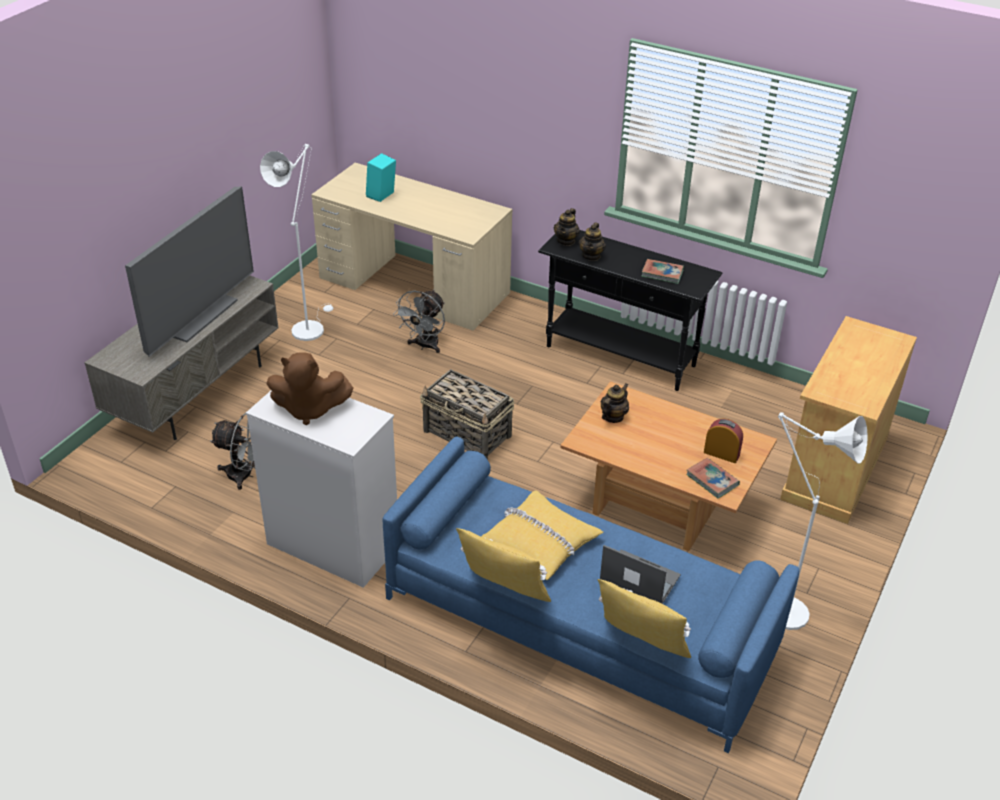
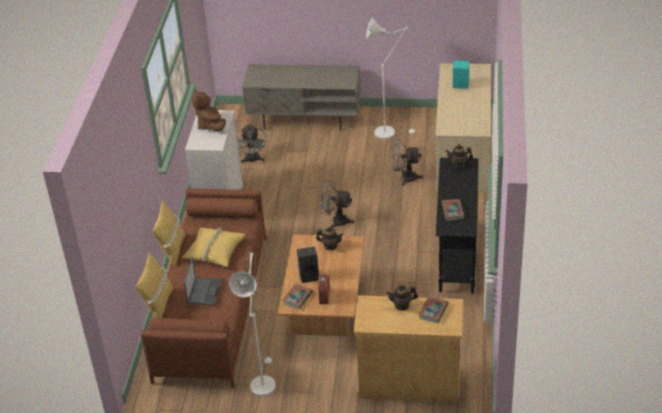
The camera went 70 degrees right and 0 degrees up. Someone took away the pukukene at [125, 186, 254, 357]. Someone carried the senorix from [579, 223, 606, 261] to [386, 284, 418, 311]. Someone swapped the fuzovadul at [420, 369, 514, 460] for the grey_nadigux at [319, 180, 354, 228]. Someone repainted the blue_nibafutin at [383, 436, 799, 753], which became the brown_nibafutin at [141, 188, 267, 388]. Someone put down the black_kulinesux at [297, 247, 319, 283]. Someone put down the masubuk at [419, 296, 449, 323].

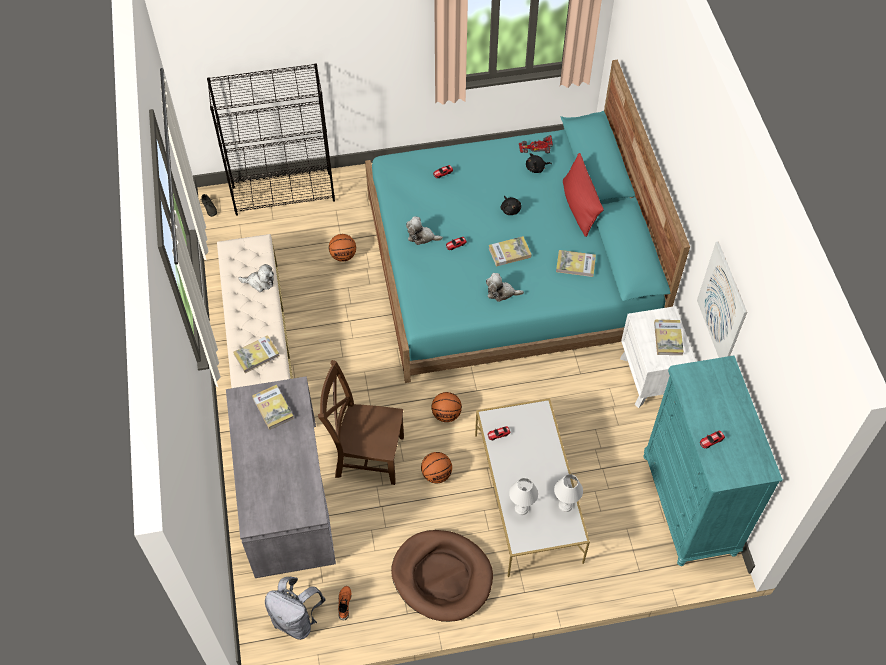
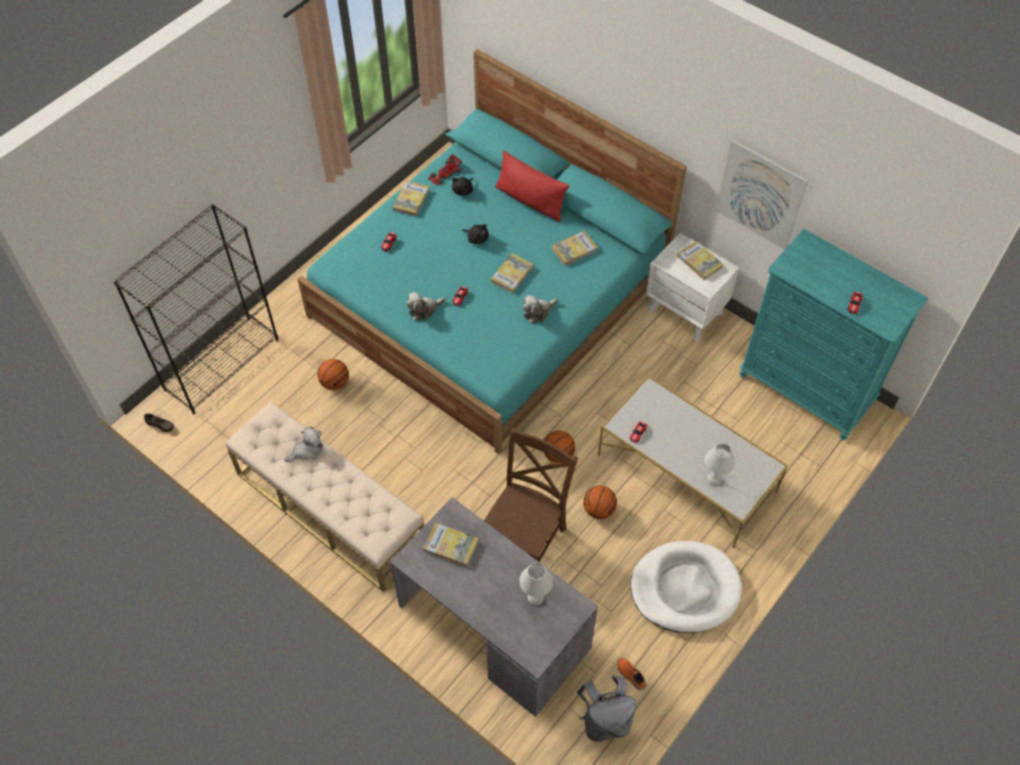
The camera went 40 degrees left and 0 degrees up. Someone carried the masubuk from [233, 335, 279, 373] to [393, 181, 429, 216]. Someone rotated the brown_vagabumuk at [318, 360, 404, 485] by 150 degrees clockwise. Someone carried the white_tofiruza from [554, 474, 583, 512] to [519, 563, 553, 605]. Someone repainted the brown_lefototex at [391, 530, 493, 622], which became the white_lefototex at [630, 541, 742, 633].

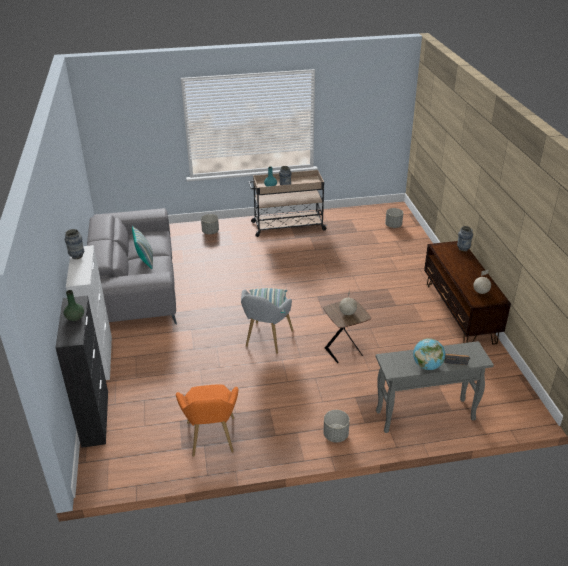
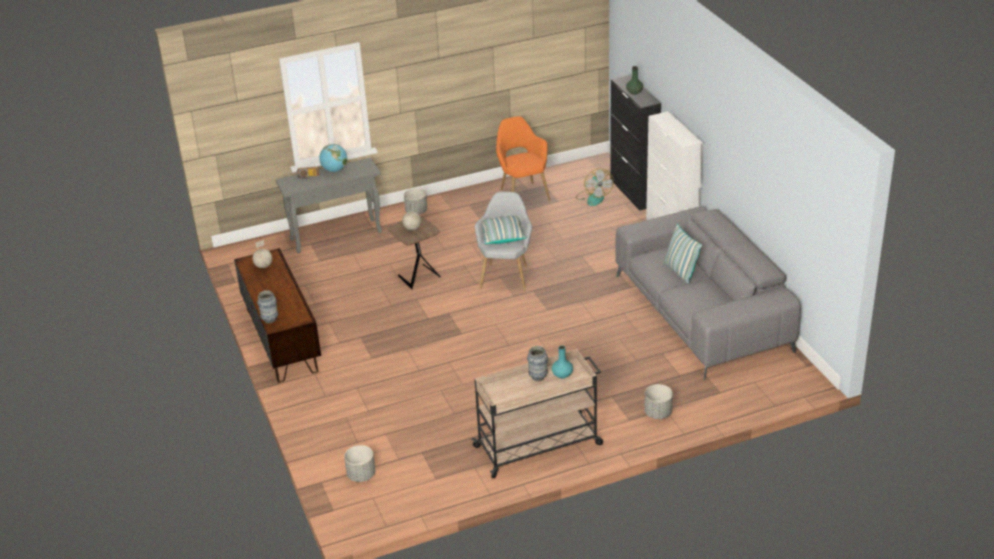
The camera went 170 degrees right and 0 degrees up. Someone took away the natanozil at [65, 229, 84, 259]. Someone put down the nadigux at [576, 169, 614, 206].

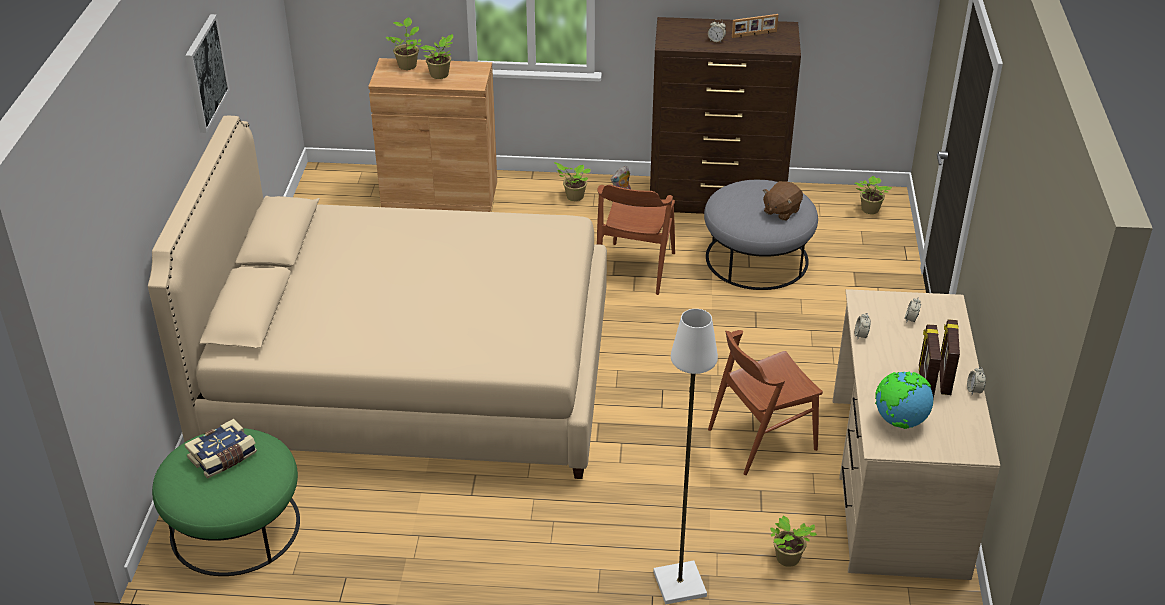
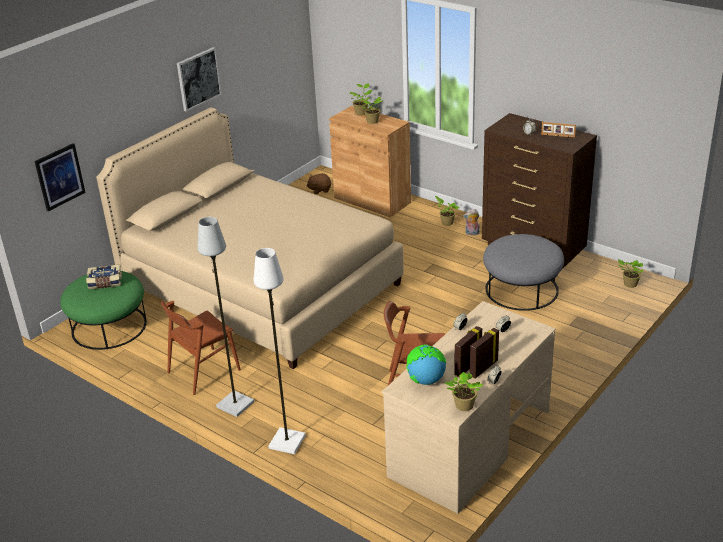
The camera went 35 degrees right and 5 degrees down. Someone carried the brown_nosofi from [763, 181, 803, 221] to [306, 173, 331, 194]. Someone carried the brown_vagabumuk from [597, 185, 675, 295] to [160, 301, 241, 395]. Someone carried the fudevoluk from [770, 516, 817, 567] to [445, 372, 483, 411]. Someone put up the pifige at [34, 143, 86, 212]. Someone put down the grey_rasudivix at [198, 217, 254, 417].

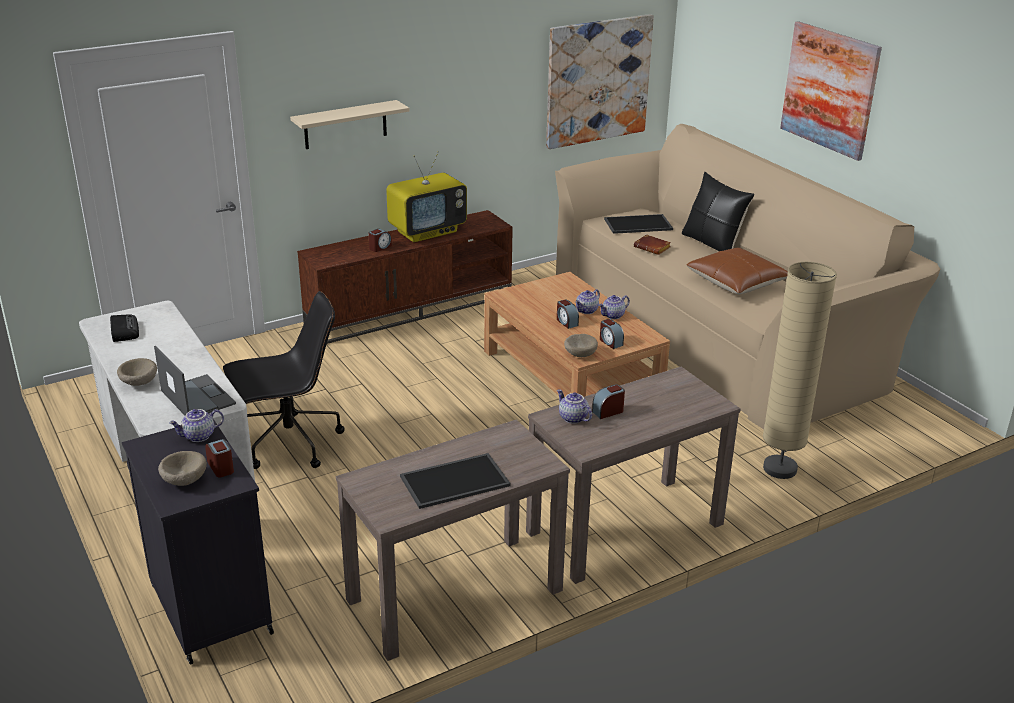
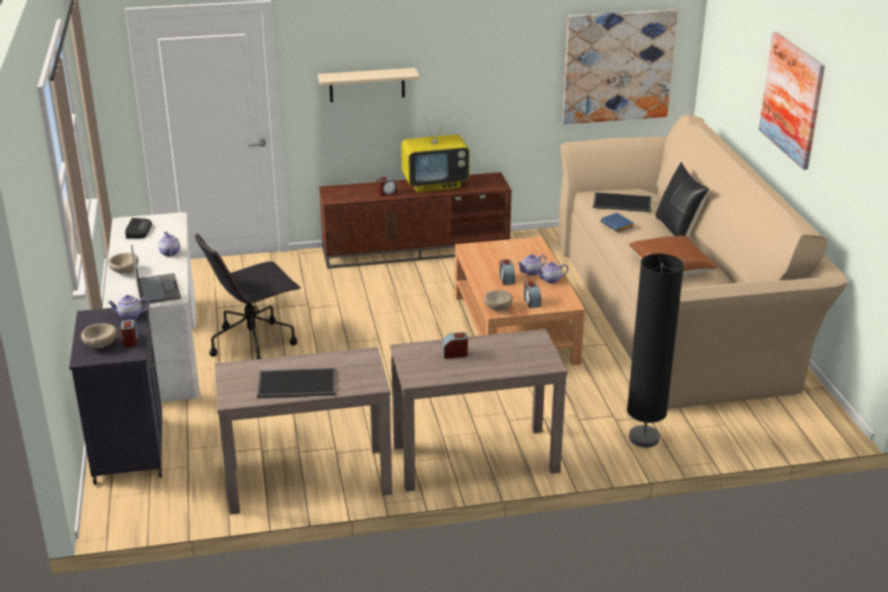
The camera went 20 degrees right and 0 degrees up. Someone repainted the brown_masubuk at [634, 235, 671, 255], which became the blue_masubuk at [601, 213, 634, 233]. Someone repainted the beige_rasudivix at [763, 262, 837, 479], which became the black_rasudivix at [627, 253, 684, 448]. Someone rotated the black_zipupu at [223, 291, 345, 469] by 150 degrees clockwise. Someone carried the senorix from [557, 389, 592, 424] to [158, 232, 180, 256].

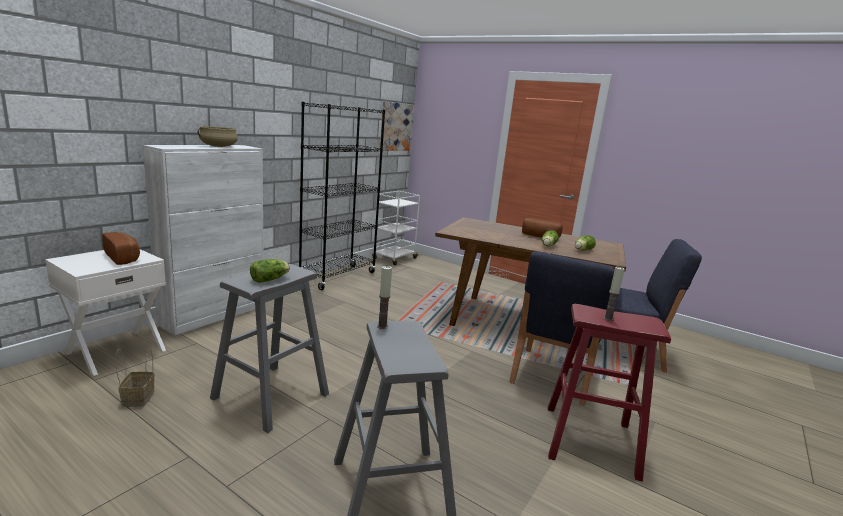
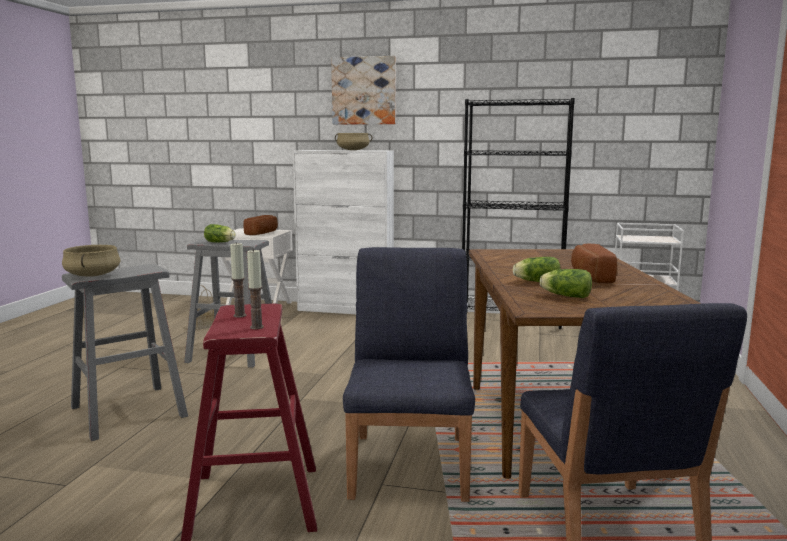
The camera went 70 degrees right and 5 degrees down. Someone carried the pifige from [380, 101, 413, 151] to [331, 56, 396, 125]. Someone rotated the blue_vagabumuk at [509, 251, 614, 405] by 90 degrees clockwise. Someone carried the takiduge from [377, 266, 392, 329] to [247, 249, 264, 329]. Someone put down the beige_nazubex at [62, 245, 121, 277].

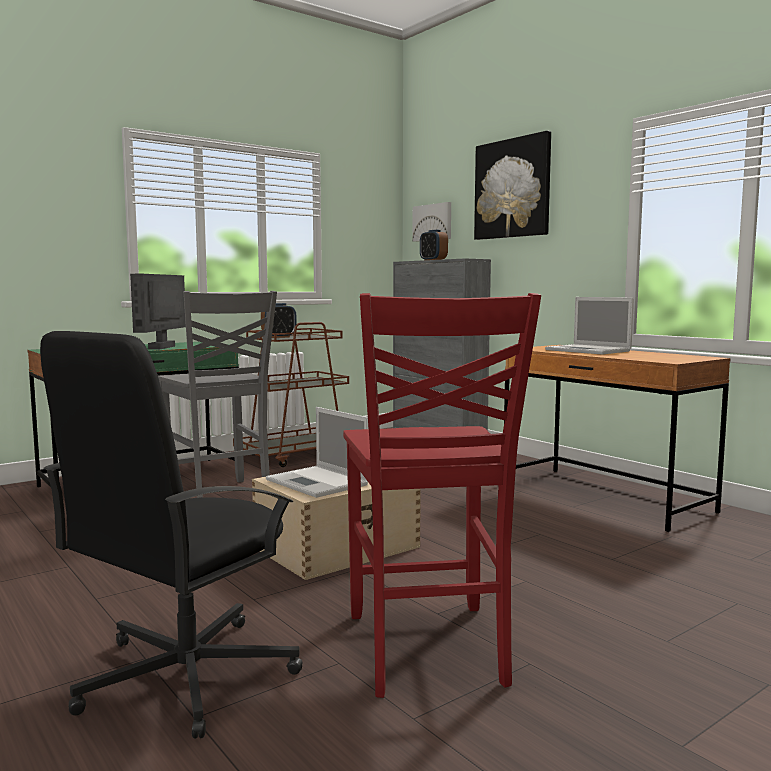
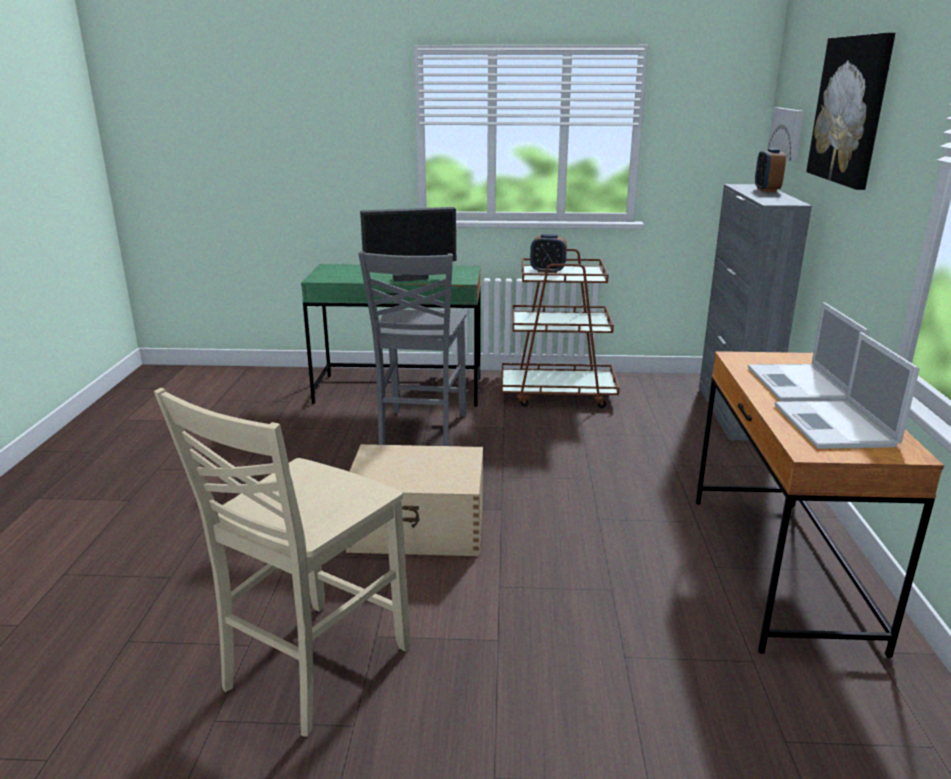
The camera went 40 degrees right and 15 degrees up. Someone rotated the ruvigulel at [130, 274, 186, 349] by 150 degrees counterclockwise. Someone repainted the red_vagabumuk at [343, 293, 541, 698], which became the beige_vagabumuk at [154, 388, 411, 737]. Someone took away the black_zipupu at [40, 331, 303, 739]. Someone carried the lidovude from [266, 407, 369, 498] to [774, 332, 920, 449].

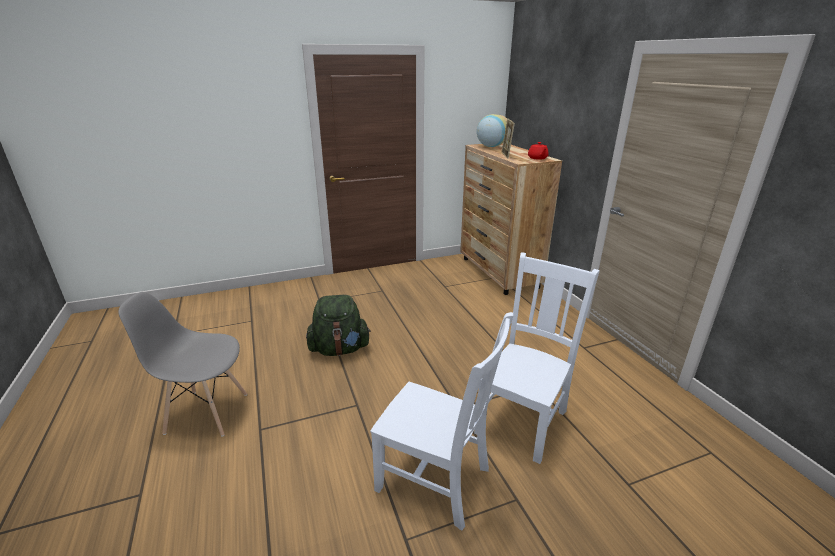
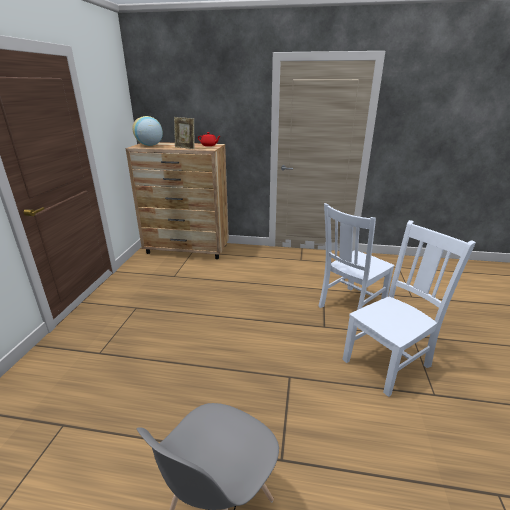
The camera went 60 degrees left and 0 degrees up. Someone rotated the white_vagabumuk at [474, 252, 600, 464] by 105 degrees counterclockwise. Someone took away the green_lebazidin at [306, 295, 371, 356].

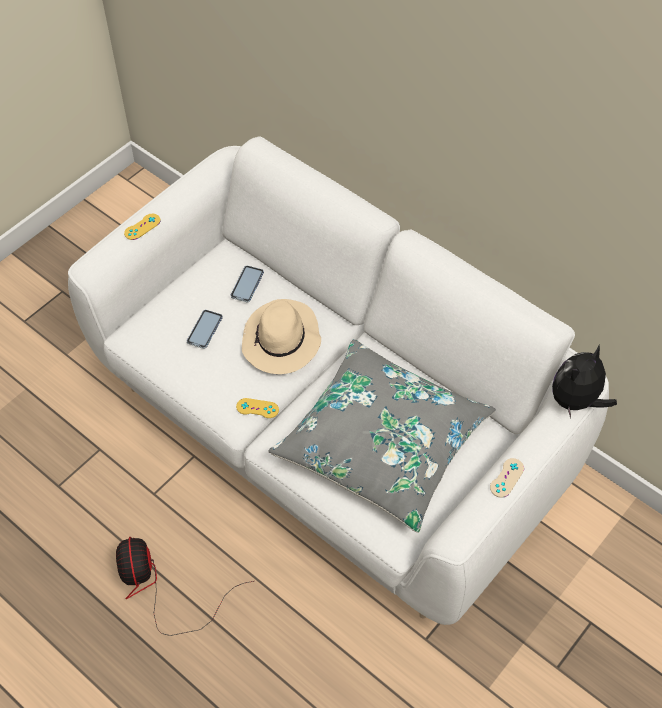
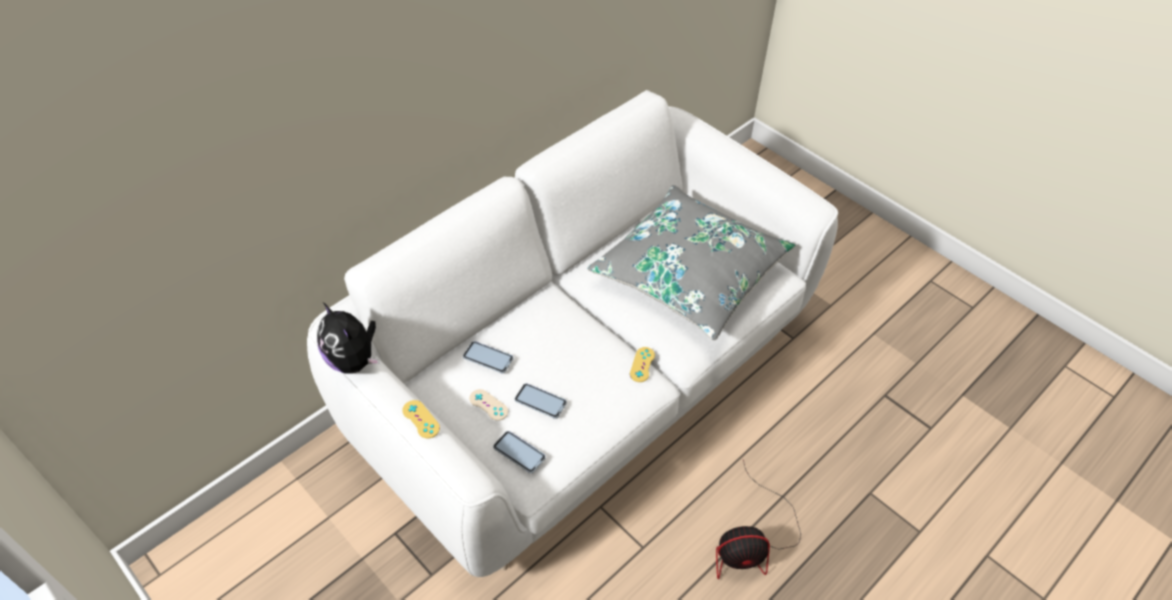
The camera went 85 degrees left and 5 degrees down. Someone took away the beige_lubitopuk at [242, 299, 321, 374]. Someone carried the nosofi from [552, 345, 617, 419] to [317, 302, 380, 374]. Someone carried the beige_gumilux from [490, 458, 524, 498] to [469, 389, 508, 421]. Someone put down the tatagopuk at [493, 431, 546, 473].

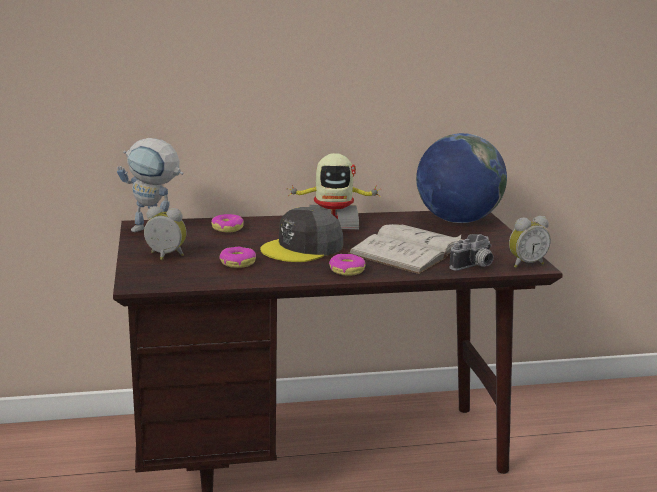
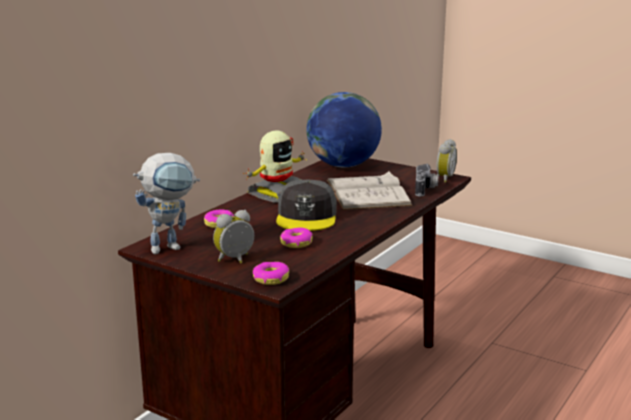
The camera went 45 degrees left and 0 degrees up. Someone carried the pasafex from [329, 254, 366, 276] to [253, 262, 289, 285].

